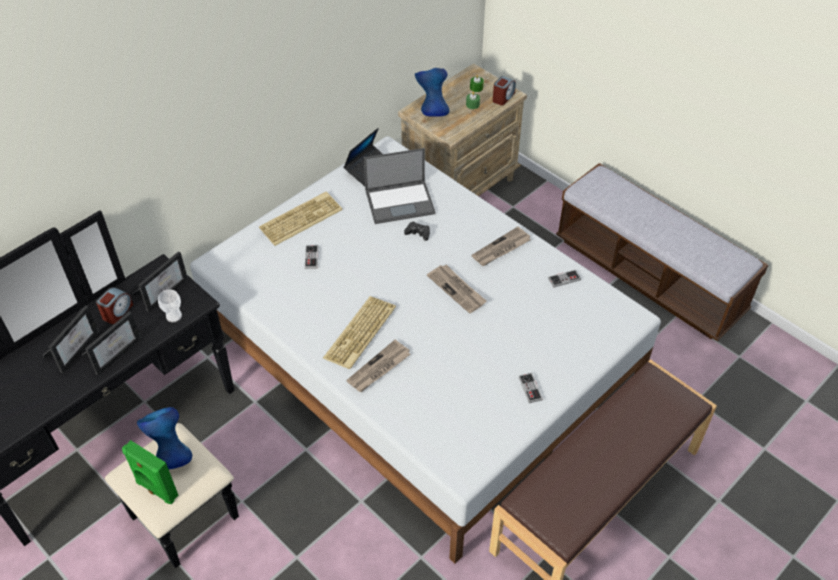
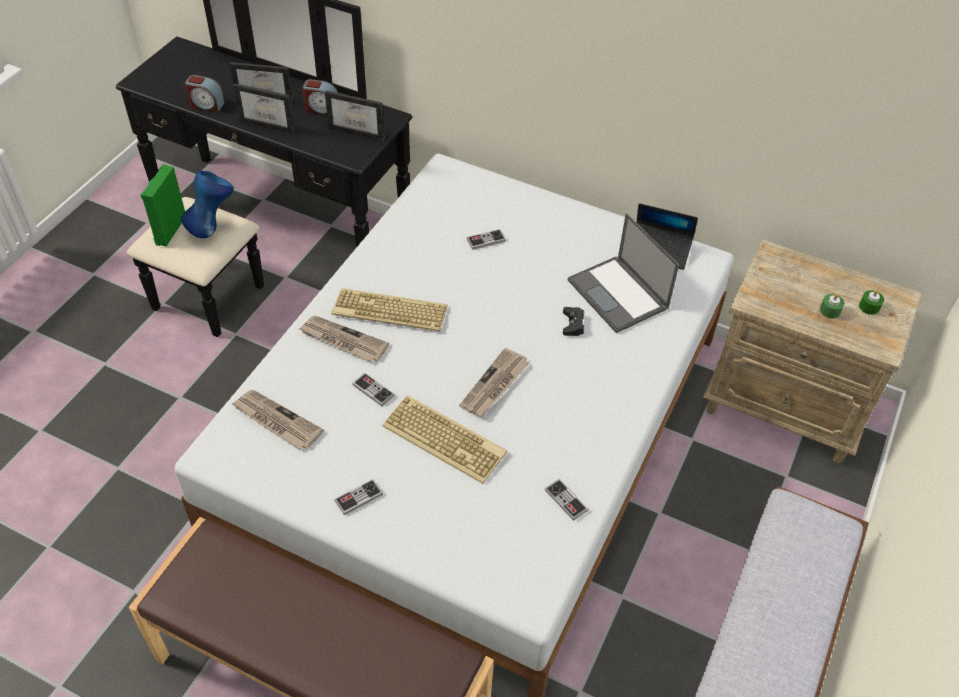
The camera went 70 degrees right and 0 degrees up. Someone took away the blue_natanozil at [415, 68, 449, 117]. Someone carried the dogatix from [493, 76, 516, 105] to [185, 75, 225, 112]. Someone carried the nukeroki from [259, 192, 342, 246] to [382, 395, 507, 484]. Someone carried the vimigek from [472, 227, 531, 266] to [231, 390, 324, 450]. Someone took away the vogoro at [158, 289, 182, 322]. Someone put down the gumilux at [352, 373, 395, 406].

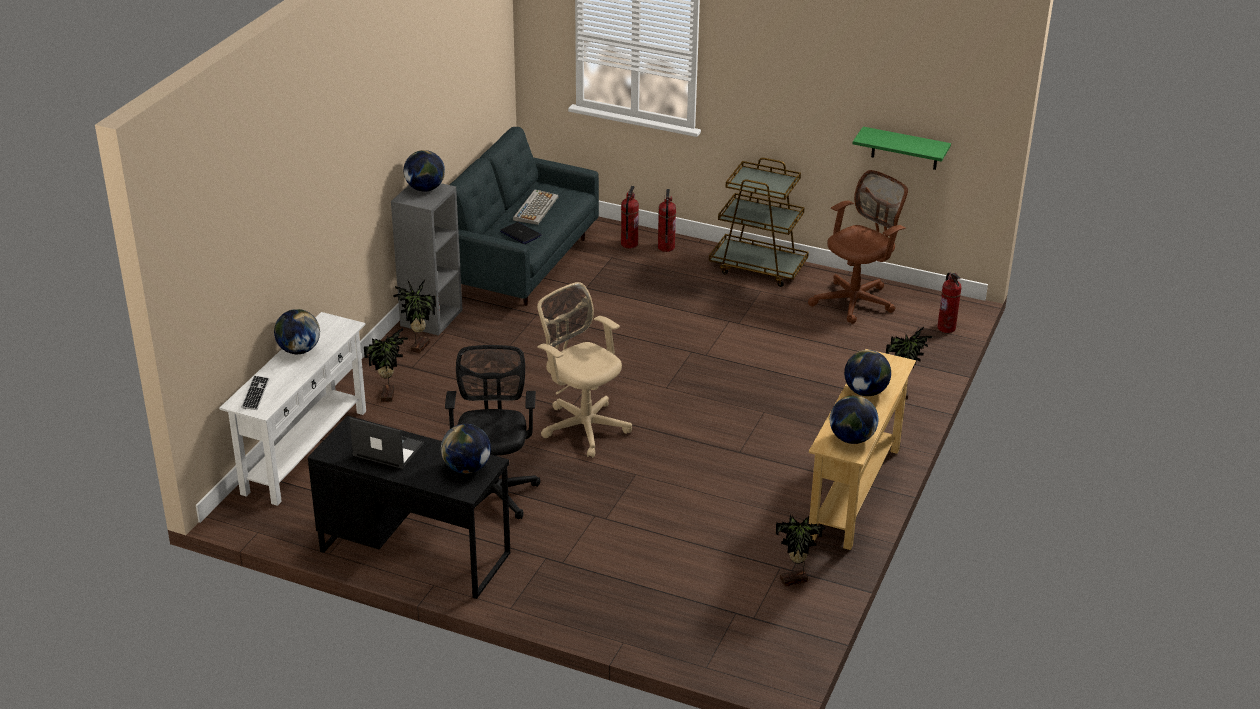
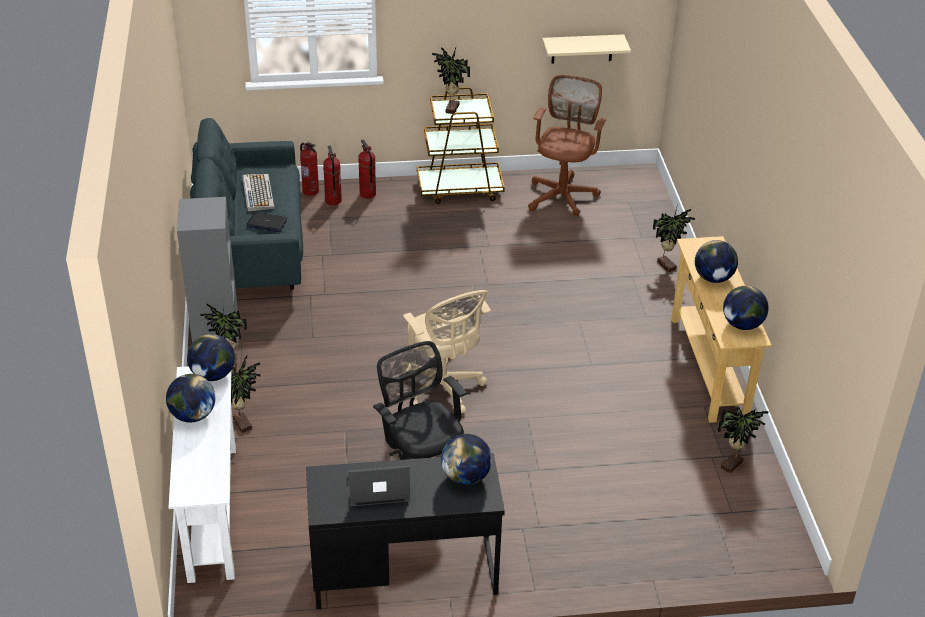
The camera went 30 degrees left and 5 degrees up. Someone repainted the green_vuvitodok at [852, 127, 951, 170], which became the beige_vuvitodok at [542, 34, 631, 64]. Someone carried the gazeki from [404, 150, 445, 192] to [187, 334, 235, 381]. Someone carried the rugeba from [937, 272, 962, 333] to [300, 142, 319, 196]. Someone rotated the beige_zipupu at [537, 282, 632, 458] by 135 degrees counterclockwise. Someone took away the nukeroki at [241, 376, 269, 410]. Someone put down the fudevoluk at [432, 47, 470, 114].

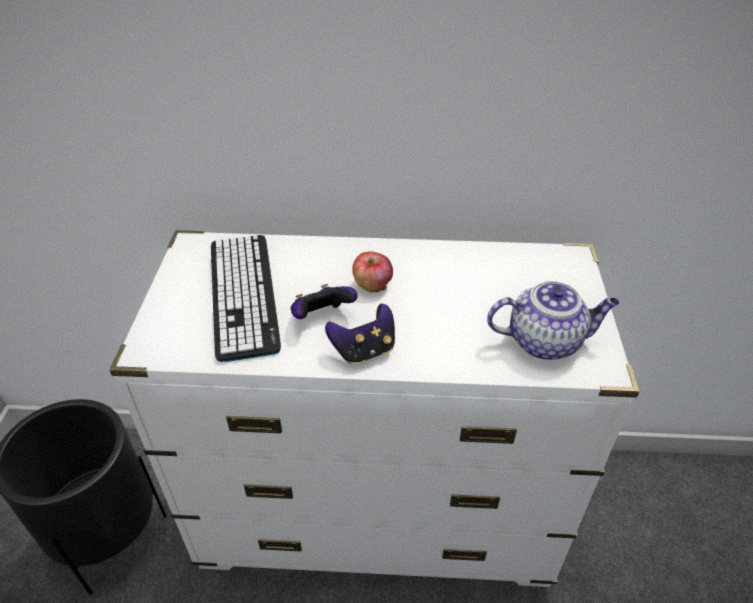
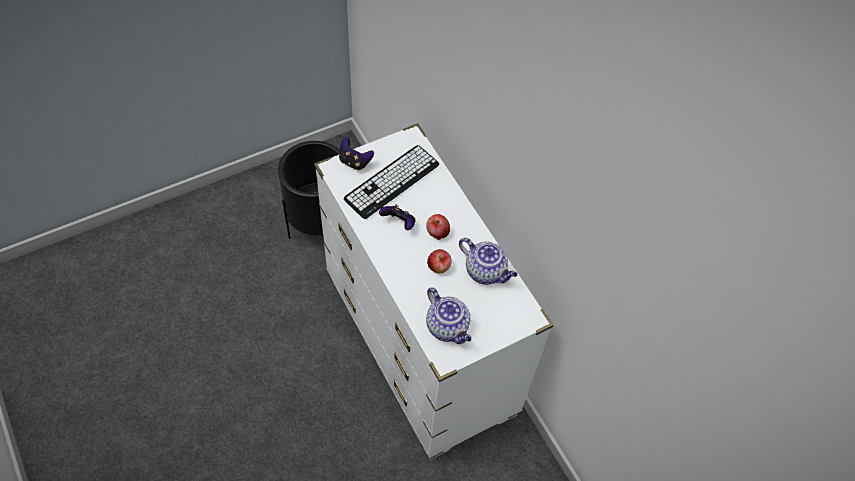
The camera went 55 degrees right and 15 degrees up. Someone carried the gumilux from [325, 304, 395, 364] to [339, 137, 374, 170]. Someone put down the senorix at [459, 238, 518, 285]. Someone put down the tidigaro at [427, 249, 452, 273].

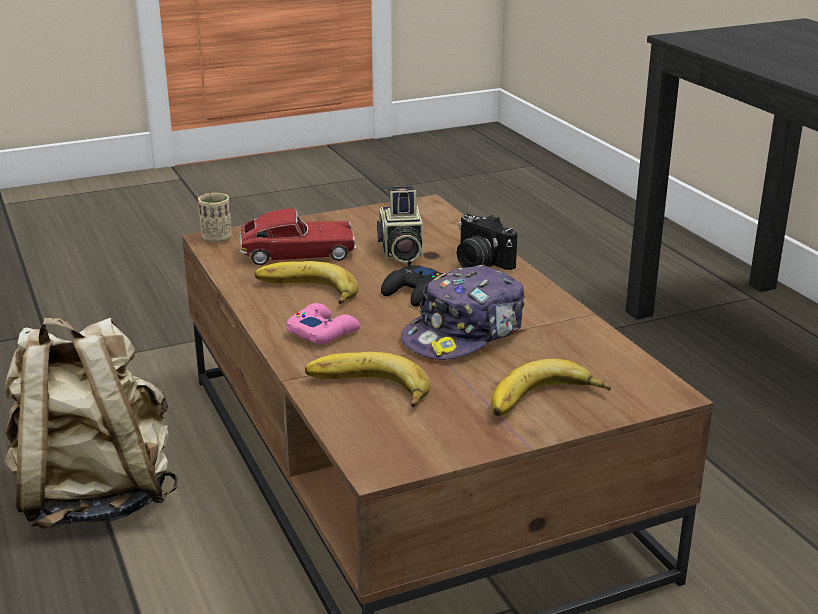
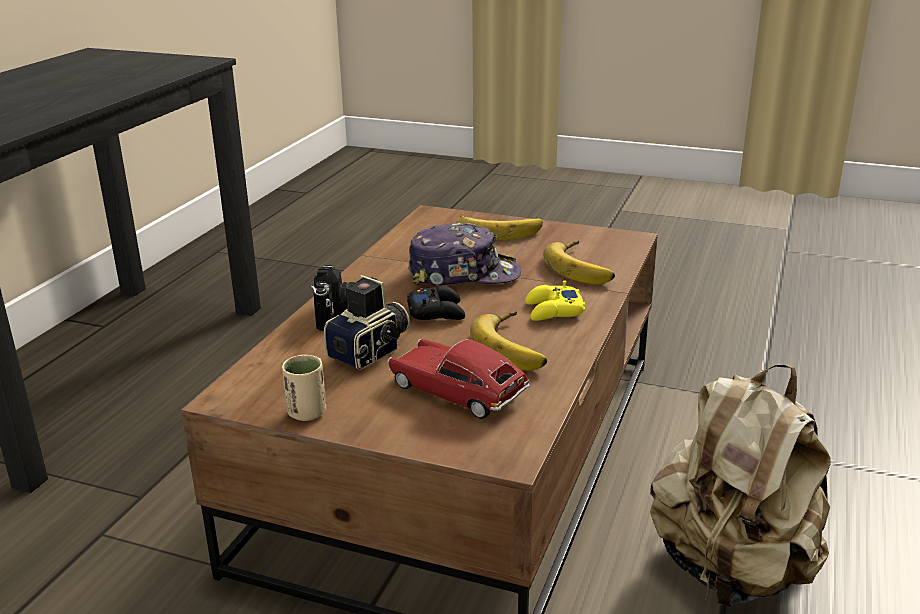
The camera went 135 degrees left and 0 degrees up. Someone carried the beige_vogoro from [198, 193, 232, 243] to [282, 355, 326, 421]. Someone repainted the pink_gumilux at [286, 303, 360, 344], which became the yellow_gumilux at [525, 280, 585, 321].

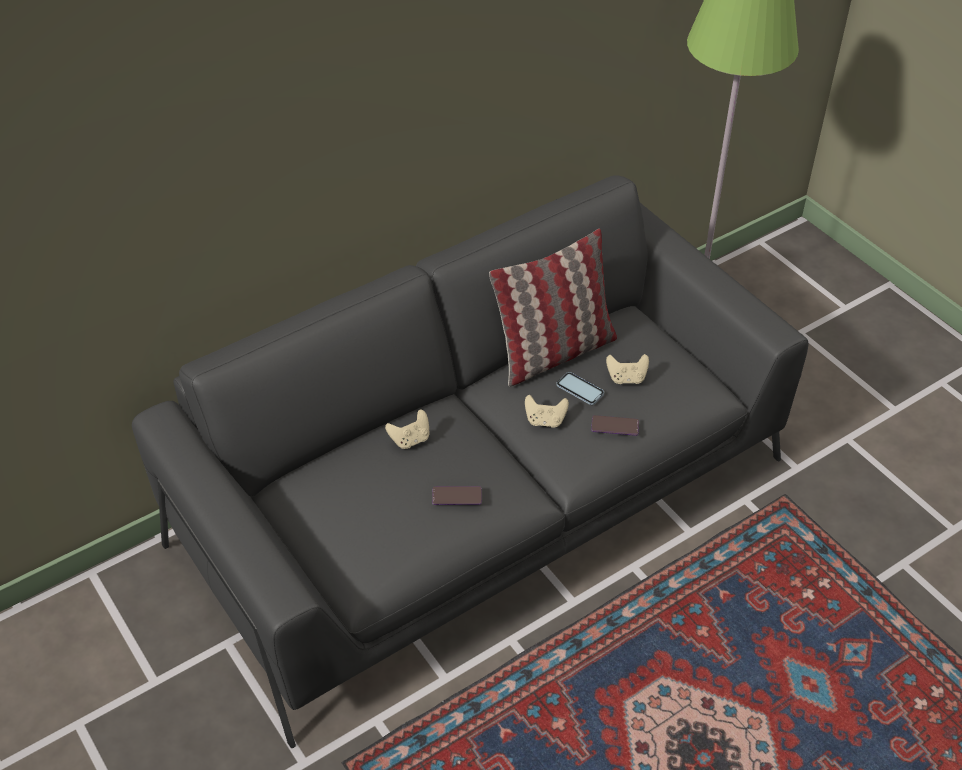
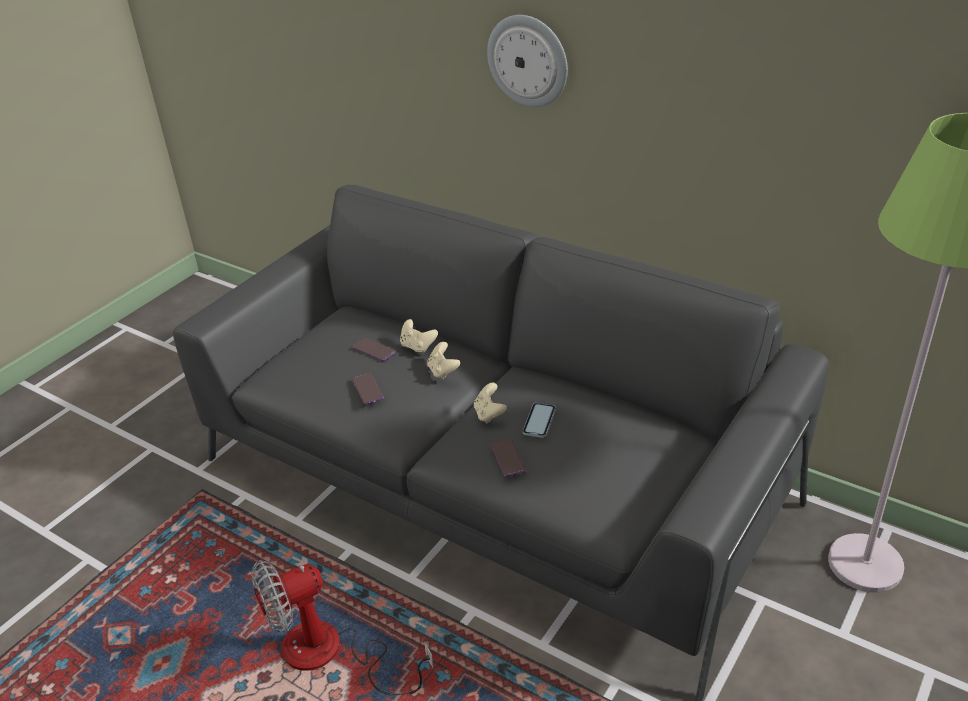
The camera went 70 degrees right and 10 degrees down. Someone took away the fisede at [489, 229, 617, 386]. Someone carried the beige_gumilux from [606, 354, 649, 384] to [427, 342, 460, 380]. Someone put up the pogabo at [487, 15, 568, 107]. Someone put down the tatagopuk at [352, 338, 396, 361]. Someone put down the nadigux at [251, 560, 434, 695].

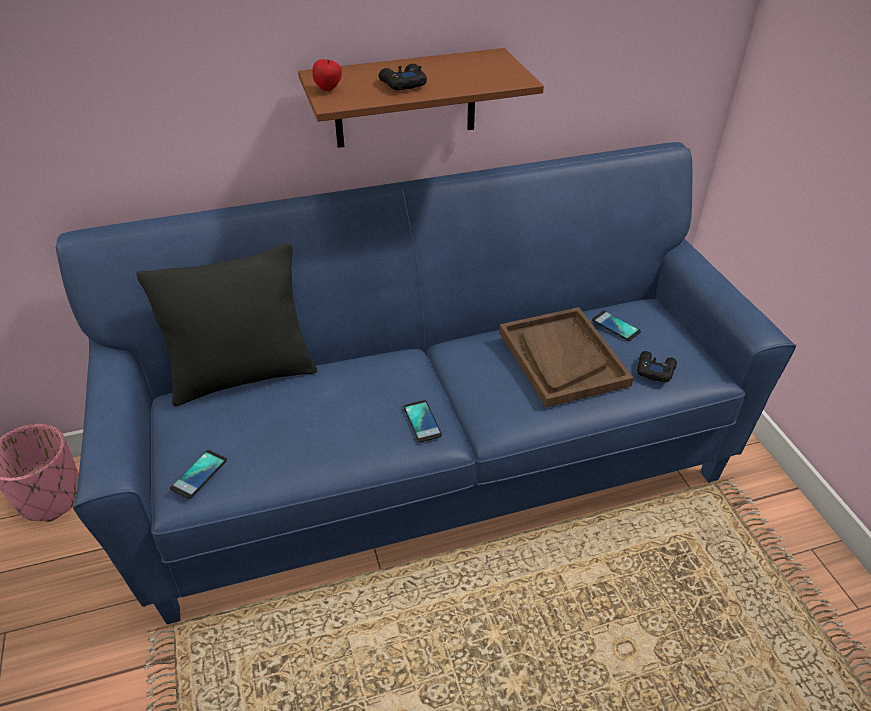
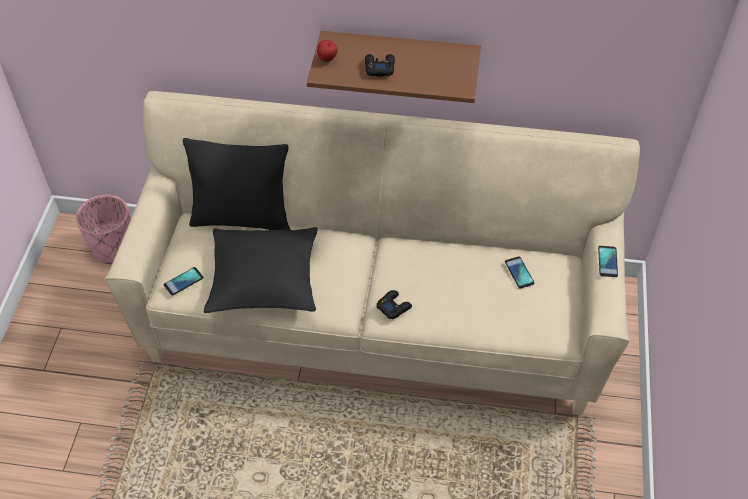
The camera went 25 degrees right and 10 degrees up. Someone repainted the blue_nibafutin at [56, 142, 796, 624], which became the beige_nibafutin at [105, 91, 640, 415]. Someone took away the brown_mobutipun at [499, 307, 634, 408]. Someone carried the black_gumilux from [637, 351, 677, 383] to [377, 290, 412, 319]. Someone carried the tatagopuk from [404, 400, 442, 442] to [598, 246, 618, 277]. Someone put down the black_fisede at [204, 227, 318, 313].

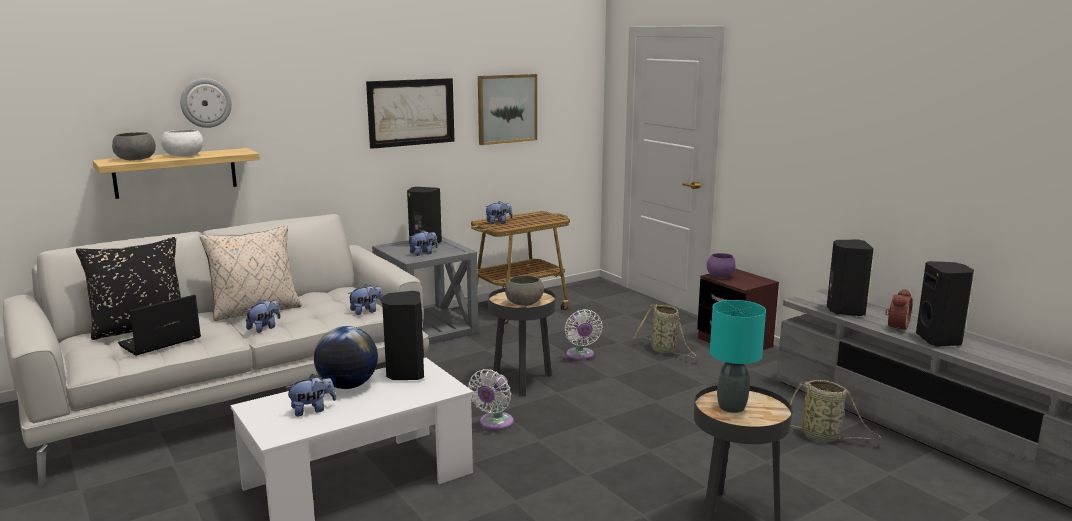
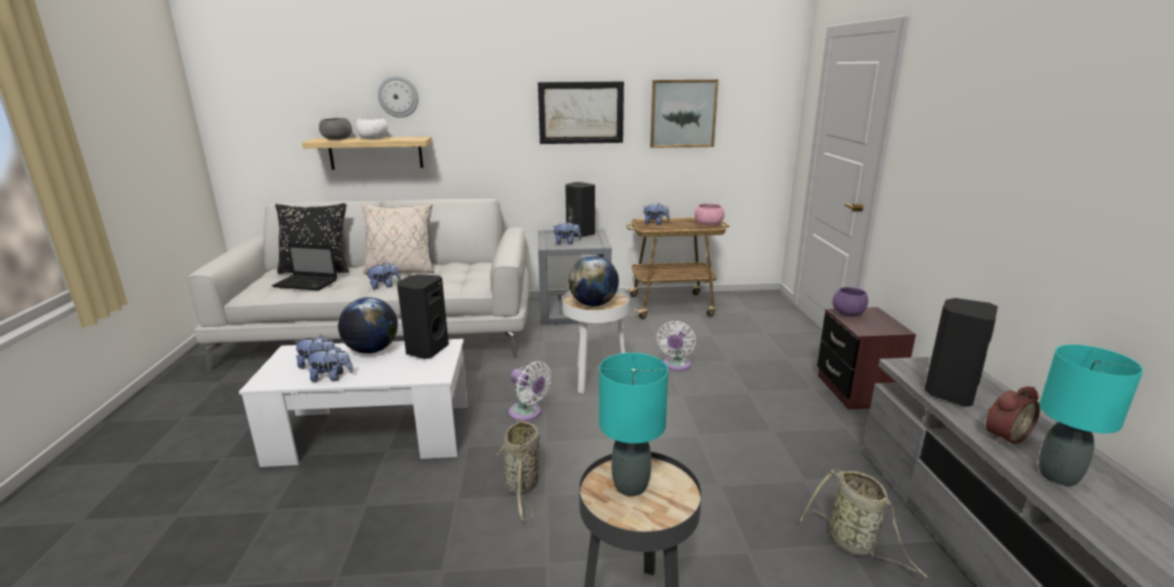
The camera went 30 degrees right and 5 degrees up. Someone swapped the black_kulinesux at [916, 261, 974, 347] for the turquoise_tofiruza at [1039, 345, 1143, 486]. Someone swapped the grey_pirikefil at [505, 276, 544, 306] for the gazeki at [568, 256, 619, 306]. Someone carried the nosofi from [347, 284, 383, 315] to [305, 345, 353, 382]. Someone repainted the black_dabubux at [488, 288, 556, 396], which became the white_dabubux at [563, 289, 629, 394]. Someone rotated the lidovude at [118, 295, 201, 356] by 150 degrees counterclockwise. Someone carried the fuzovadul from [633, 304, 698, 358] to [496, 418, 540, 521]. Someone rotated the white_nadigux at [468, 369, 514, 430] by 105 degrees counterclockwise. Someone put down the pink_pirikefil at [695, 204, 725, 226].

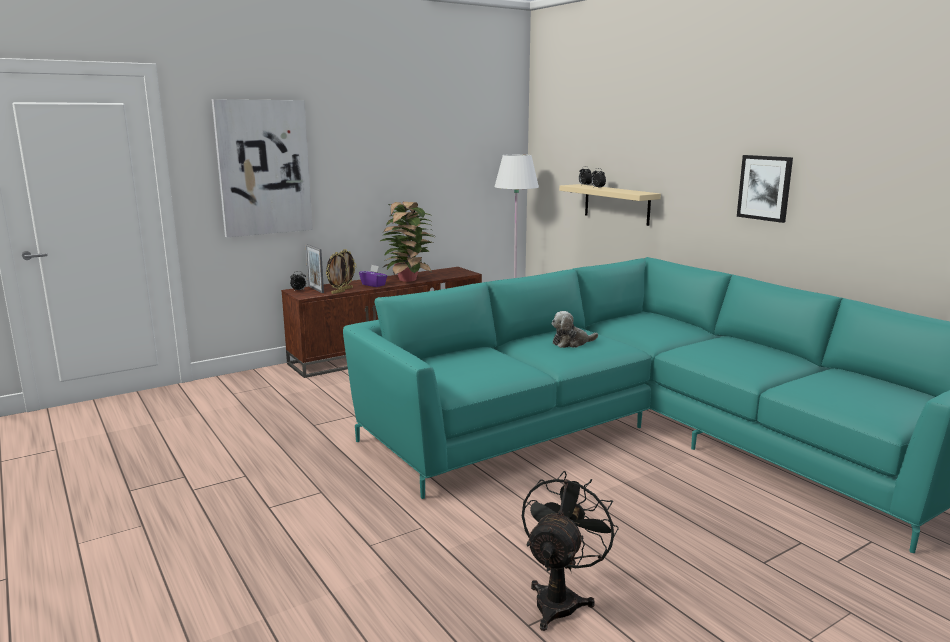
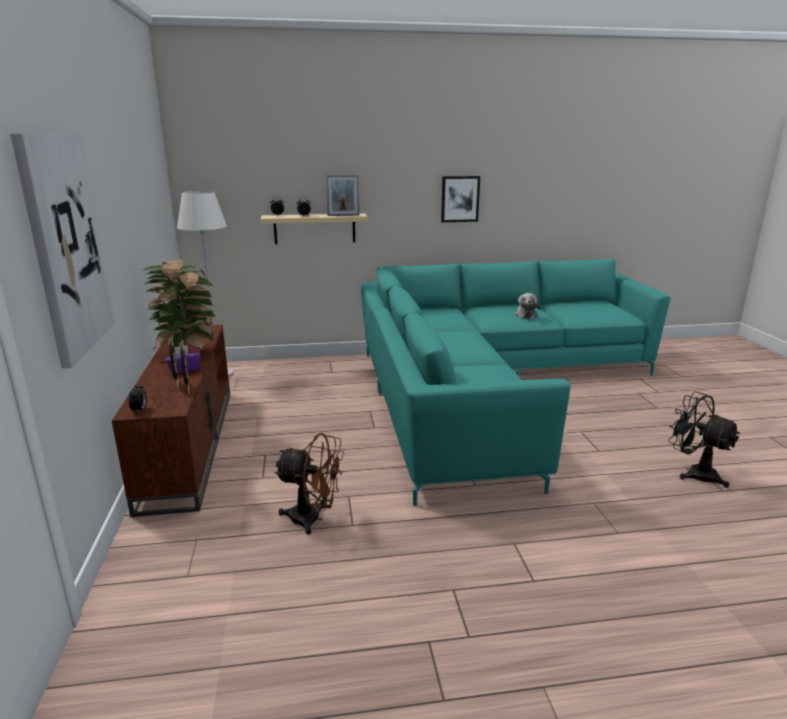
The camera went 65 degrees left and 5 degrees up. Someone carried the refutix from [305, 244, 324, 293] to [326, 175, 360, 216]. Someone carried the nosofi from [552, 311, 598, 348] to [514, 293, 540, 319]. Someone put down the brown_nadigux at [274, 433, 344, 535].

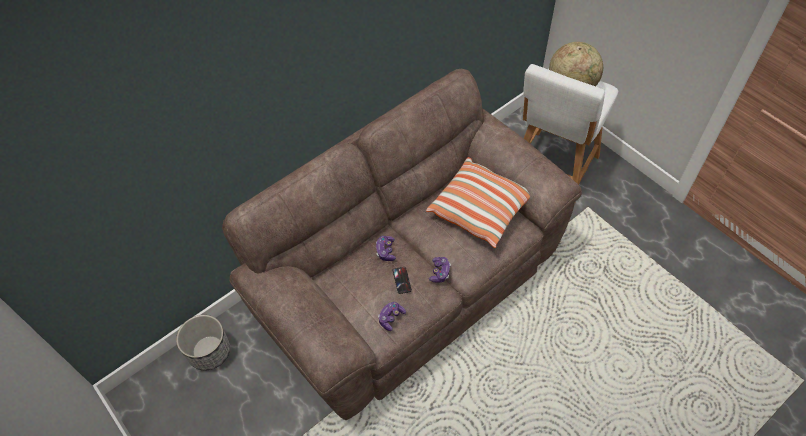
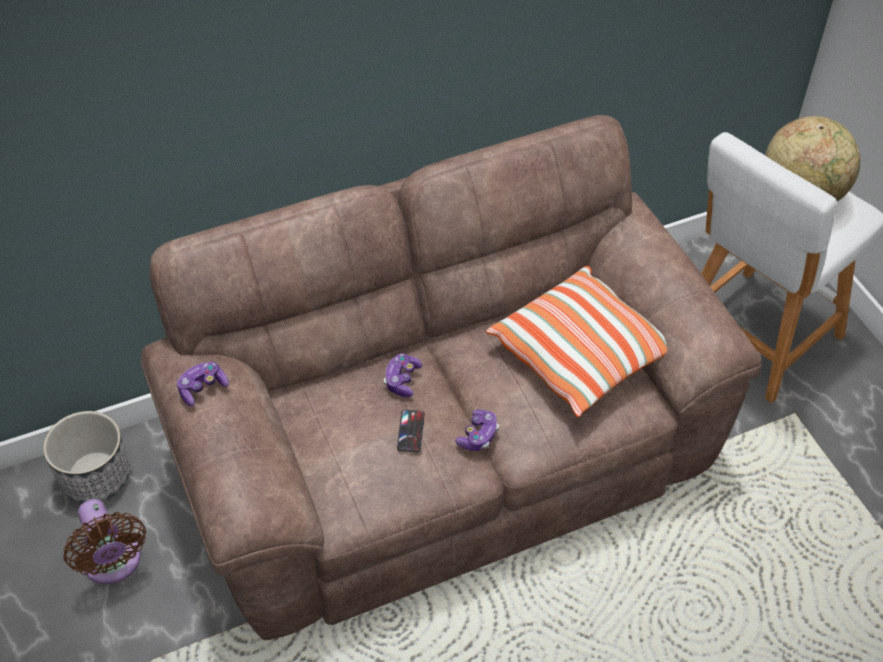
The camera went 15 degrees right and 5 degrees down. Someone carried the gumilux from [378, 302, 406, 331] to [177, 362, 229, 406]. Someone put down the brown_nadigux at [63, 499, 146, 584].

